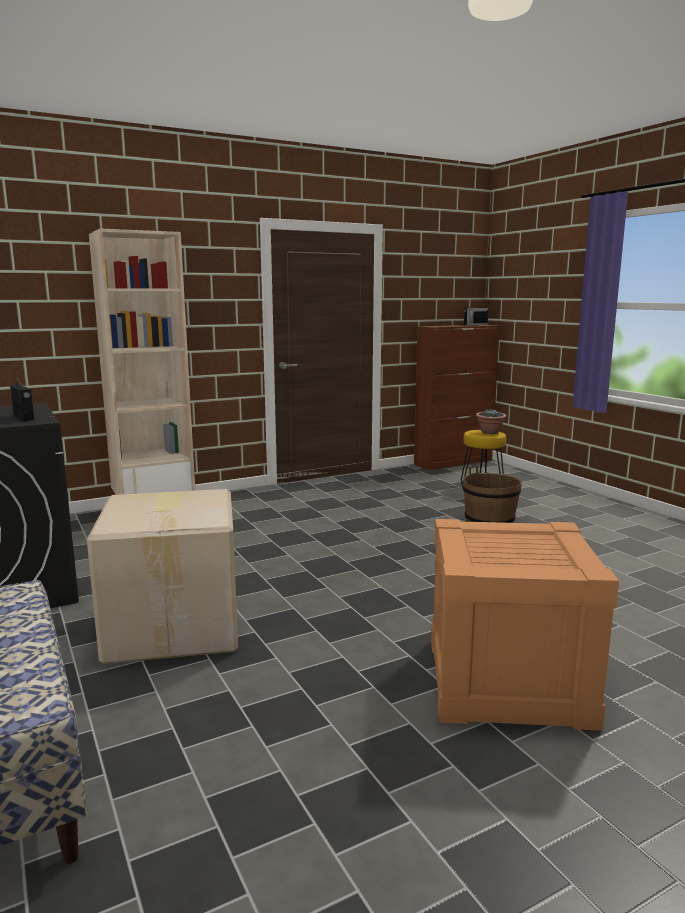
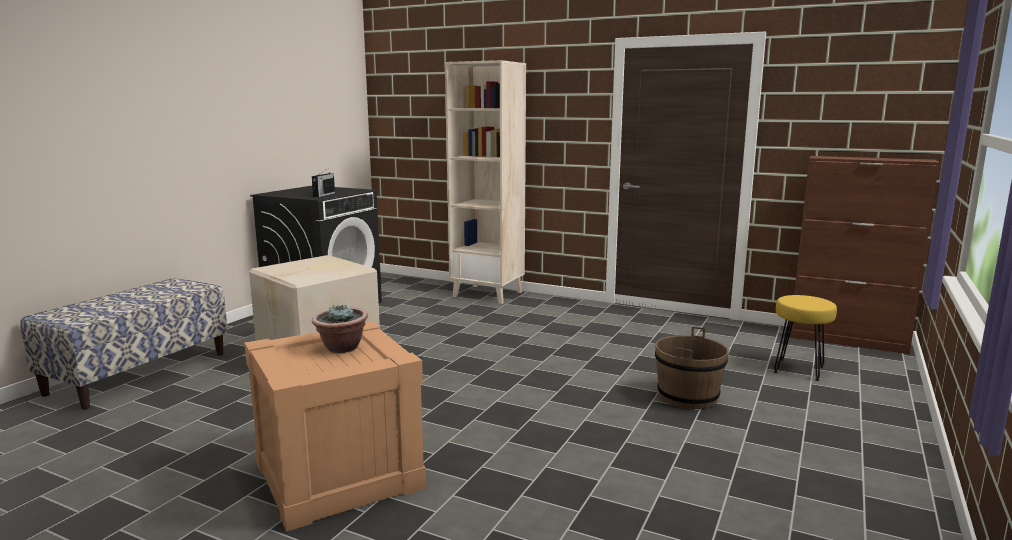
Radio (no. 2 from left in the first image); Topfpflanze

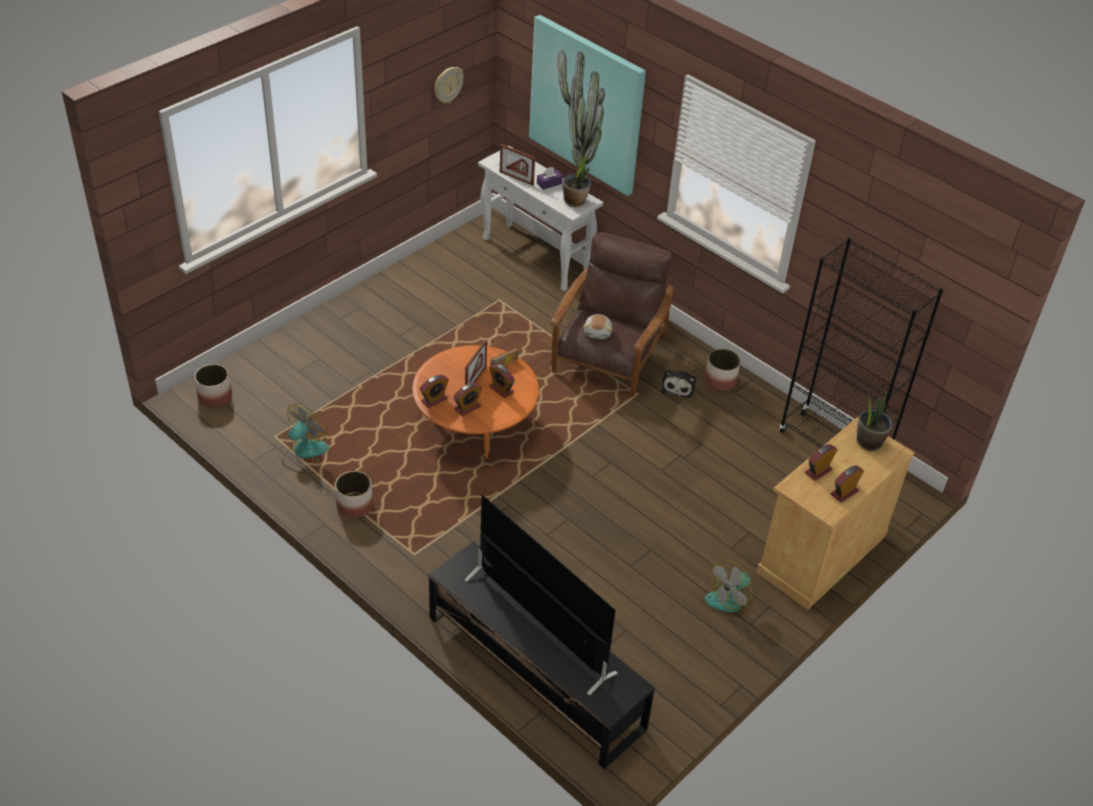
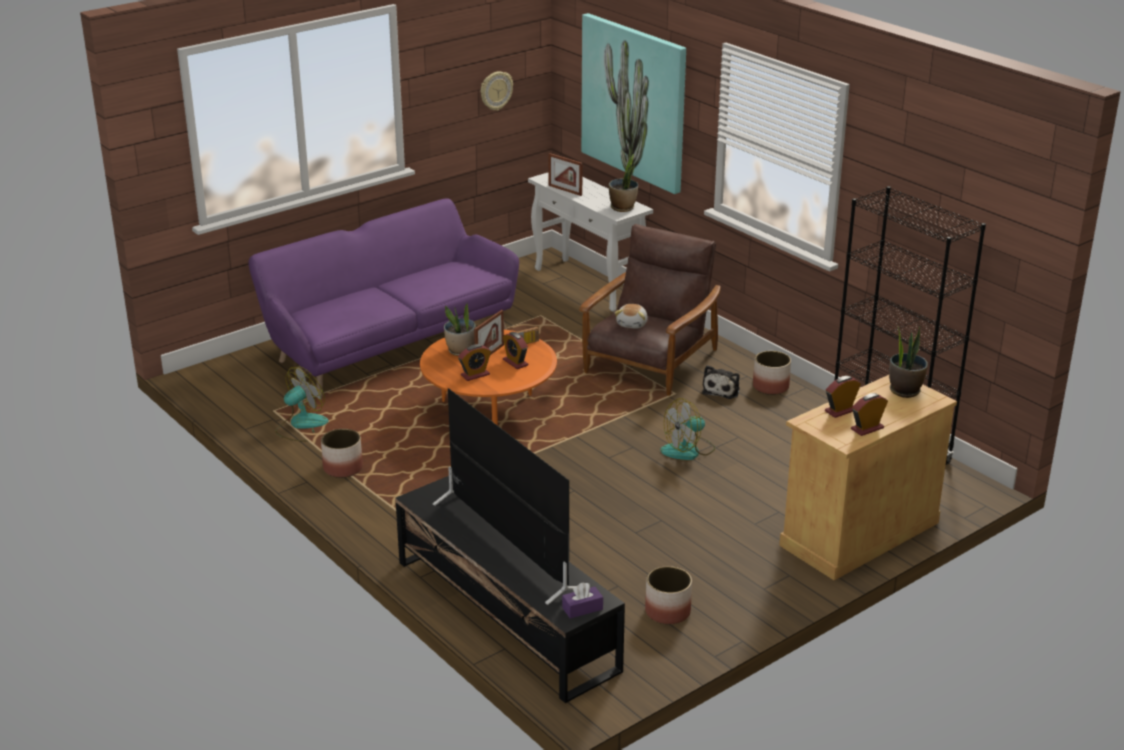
Wecker (no. 1 from left in the first image); Sofa [lila]; Topfpflanze (no. 1 from left); Pflanzkübel (no. 2 from left); Taschentuchbox [lila]; Ventilator (no. 2 from left)

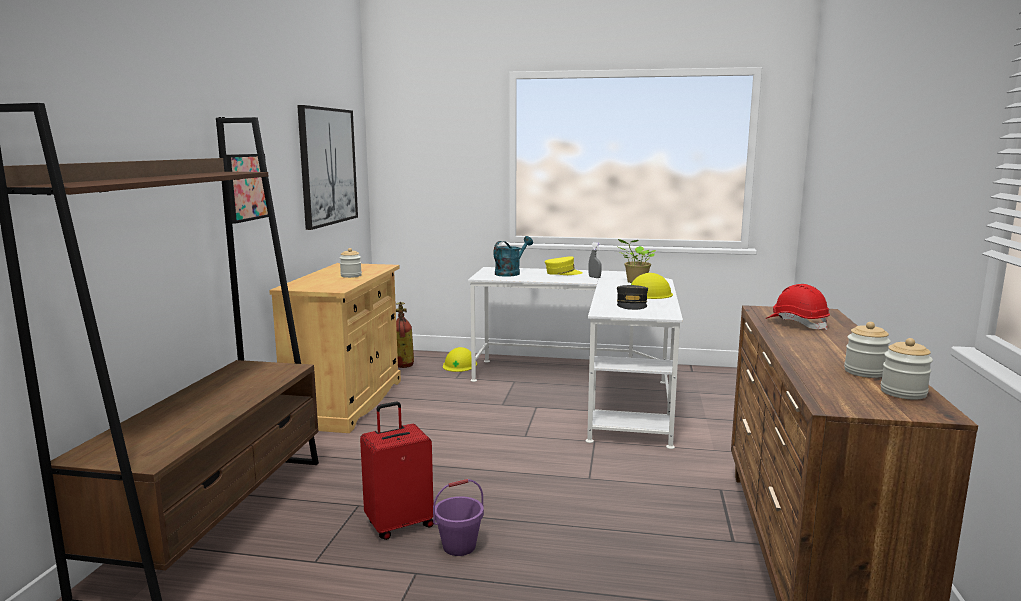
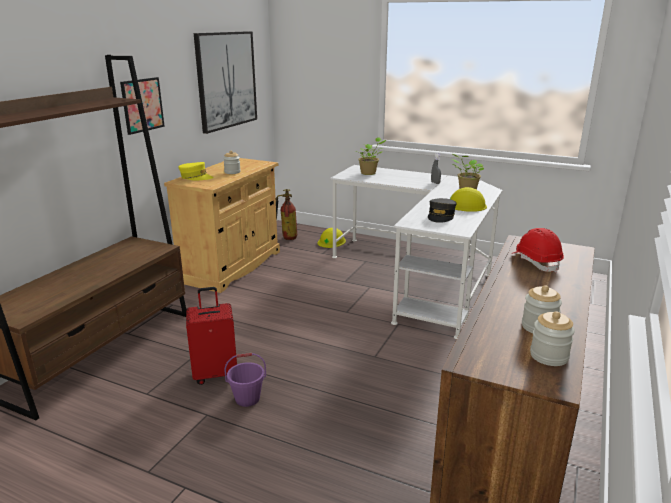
Kappe [gelb]; Topfpflanze (no. 1 from left)

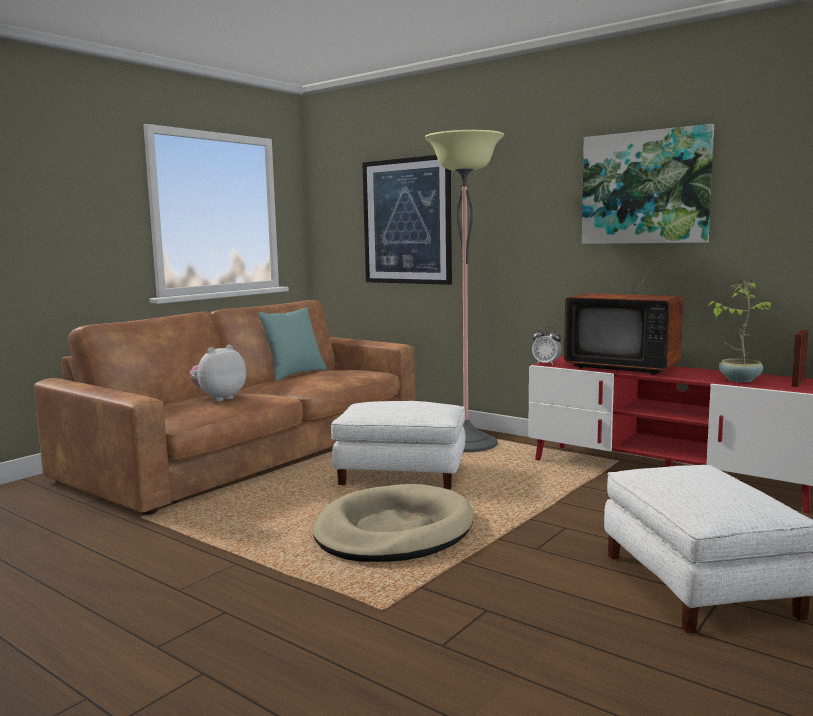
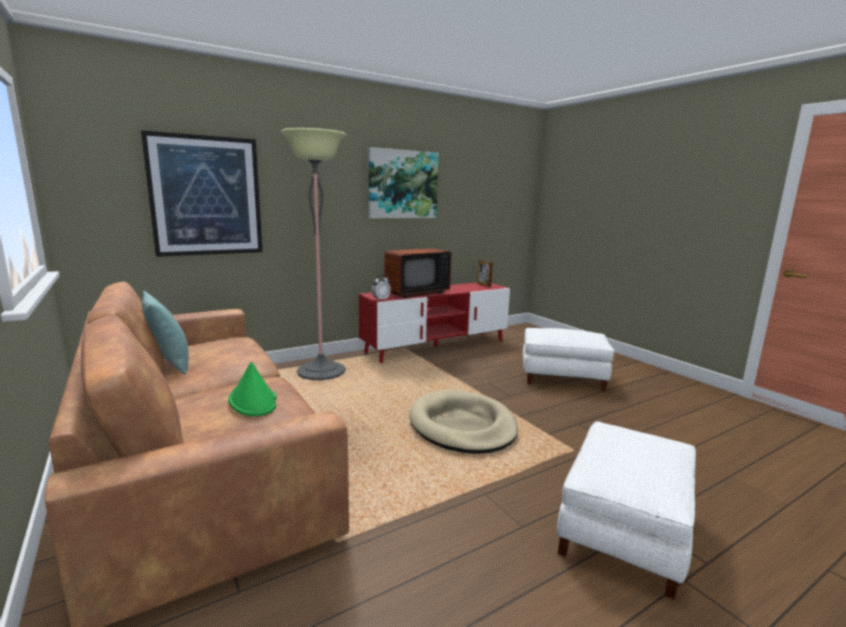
Topfpflanze; Polsterhocker [weiß] (no. 2 from left); Hut [grün]

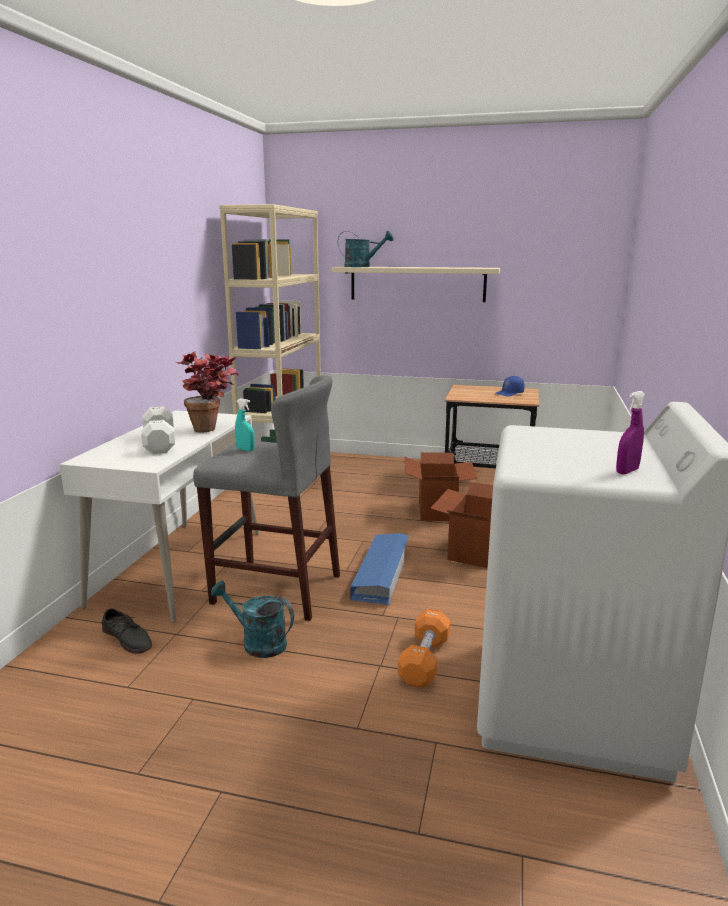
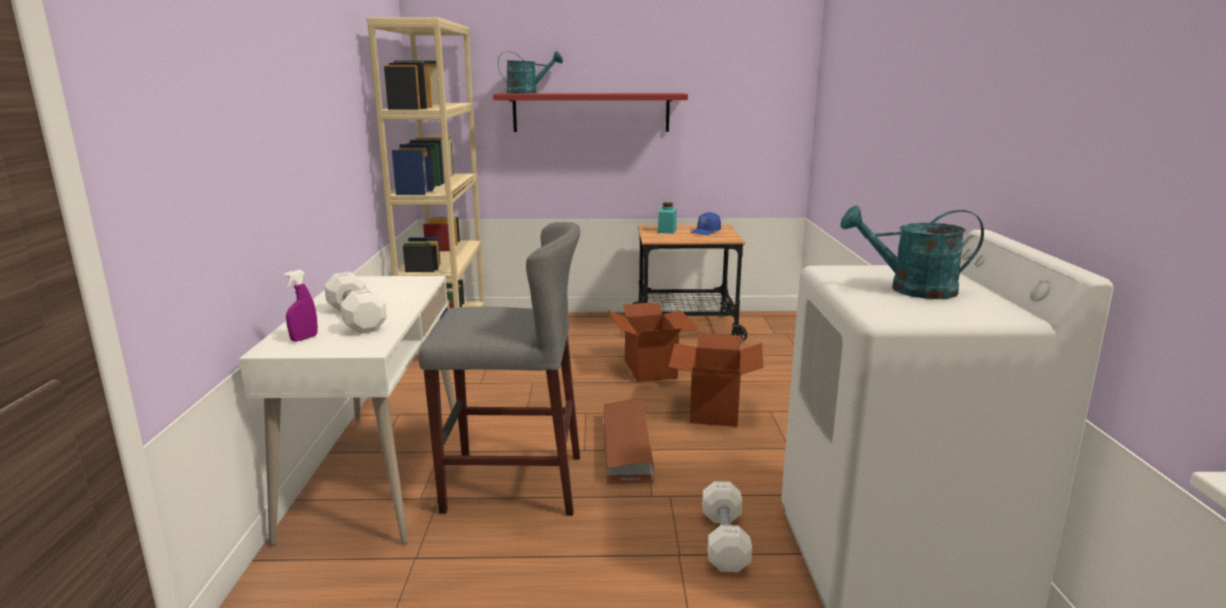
Schuh [grau]; Topfpflanze; Sprühflasche [türkis]; Vorratsglas [türkis]; Gießkanne [türkis] (no. 2 from left); Sprühflasche [lila]; Wandregal [rot]; Aufbewahrungsbox [braun]; Hantel [weiß] (no. 2 from left)

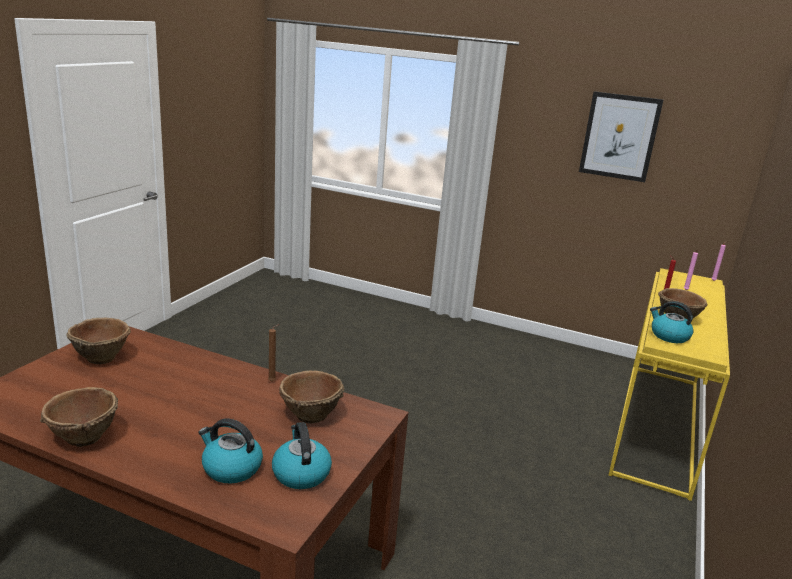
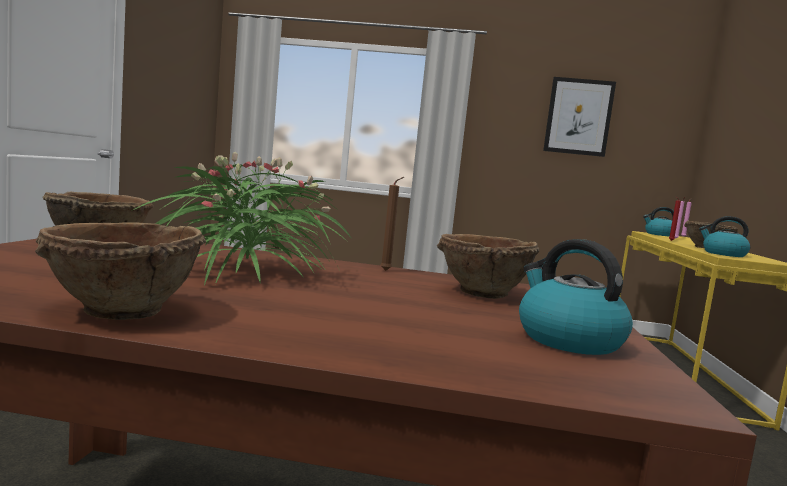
Topfpflanze; Wasserkessel (no. 2 from left)

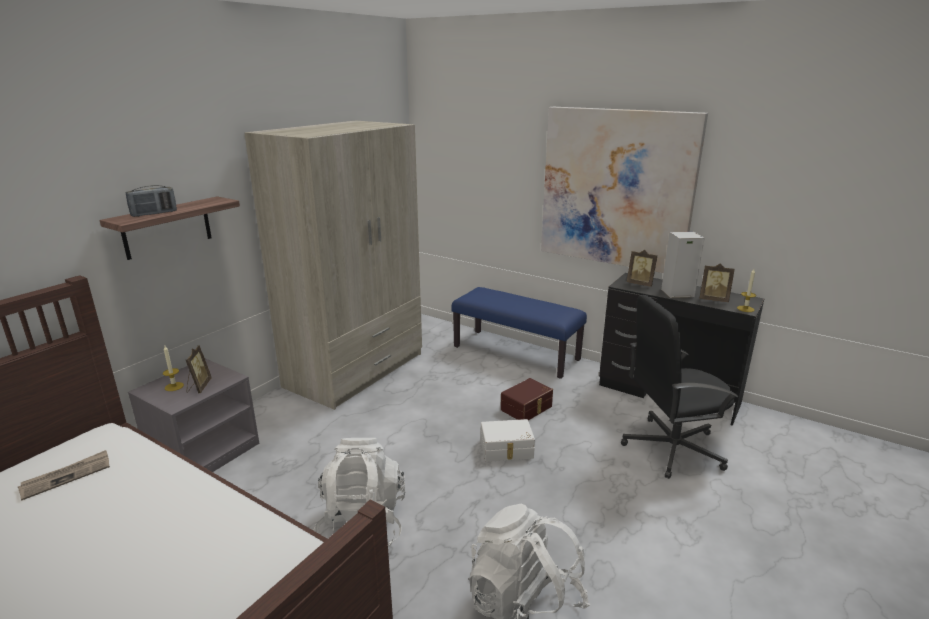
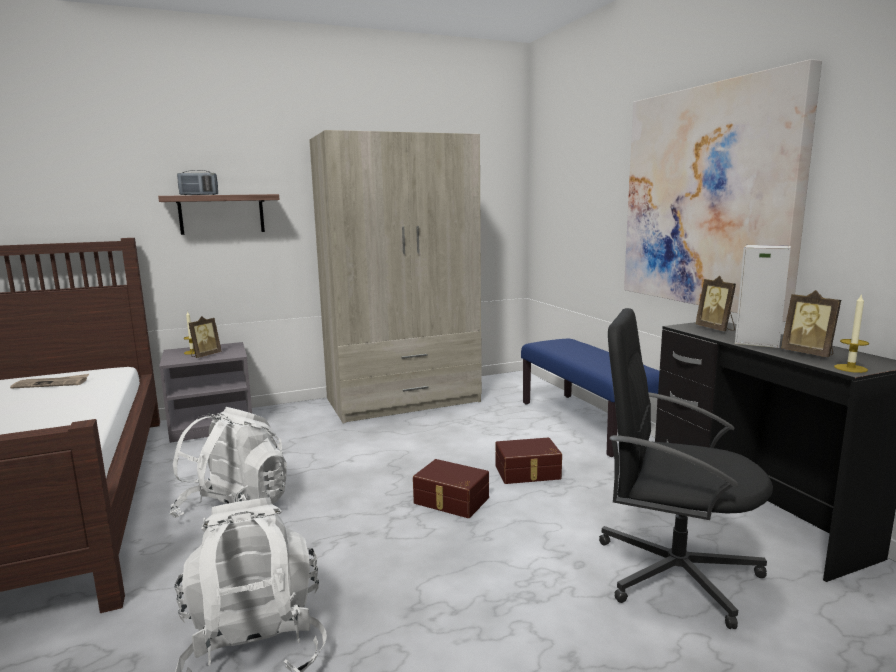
Aufbewahrungsbox [braun] (no. 1 from left)

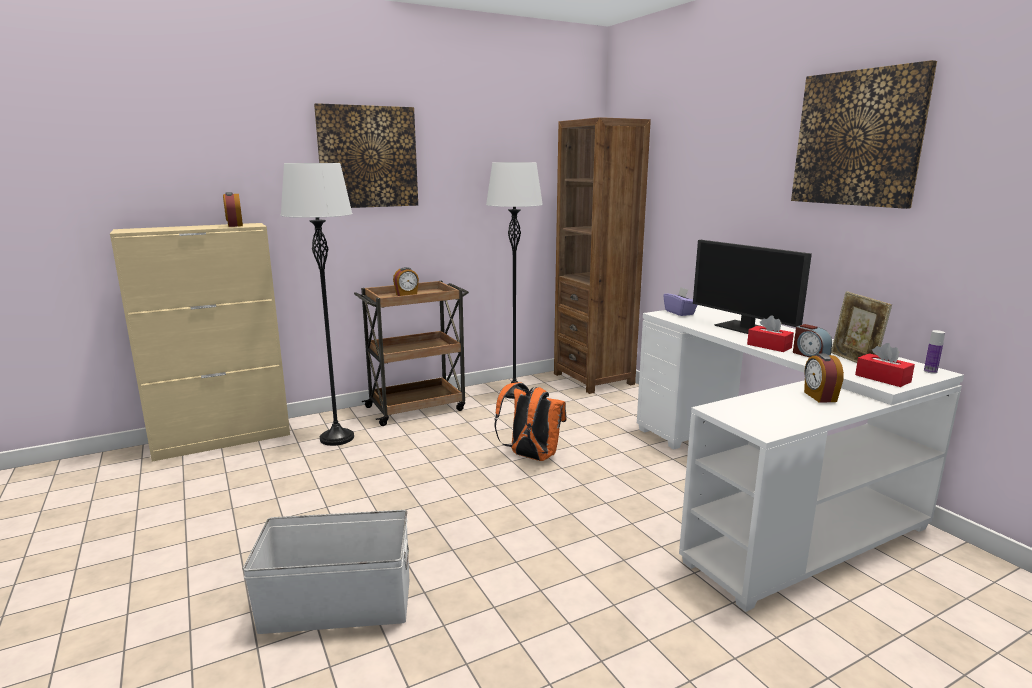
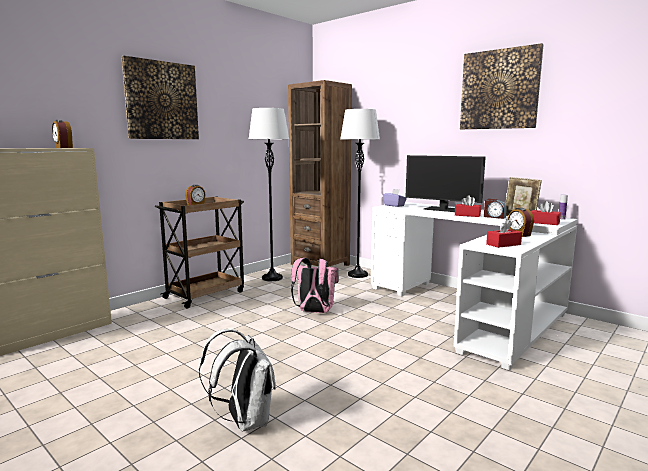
Taschentuchbox [rot] (no. 2 from left); Stehlampe [weiß] (no. 2 from left); Rucksack [weiß]; Rucksack [rosa]

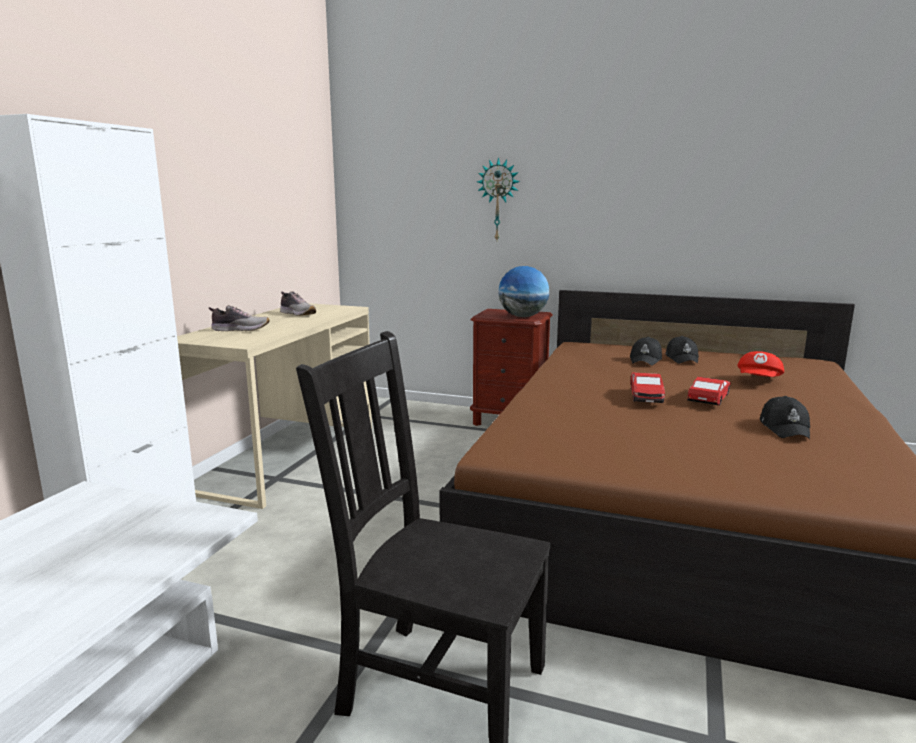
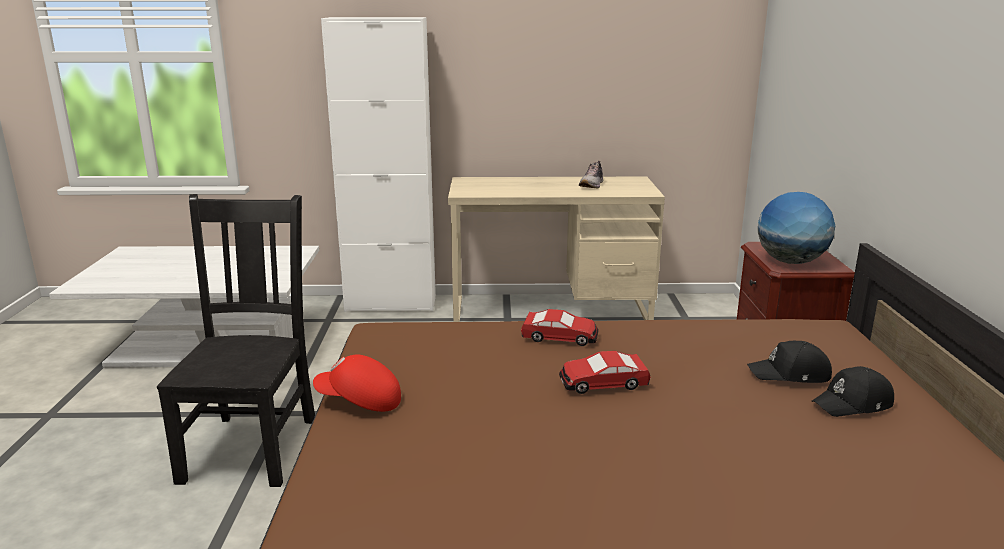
Schuh (no. 1 from left in the first image); Wanduhr; Kappe [schwarz] (no. 3 from left in the first image); Spielzeugauto (no. 1 from left); Kappe [rot]

